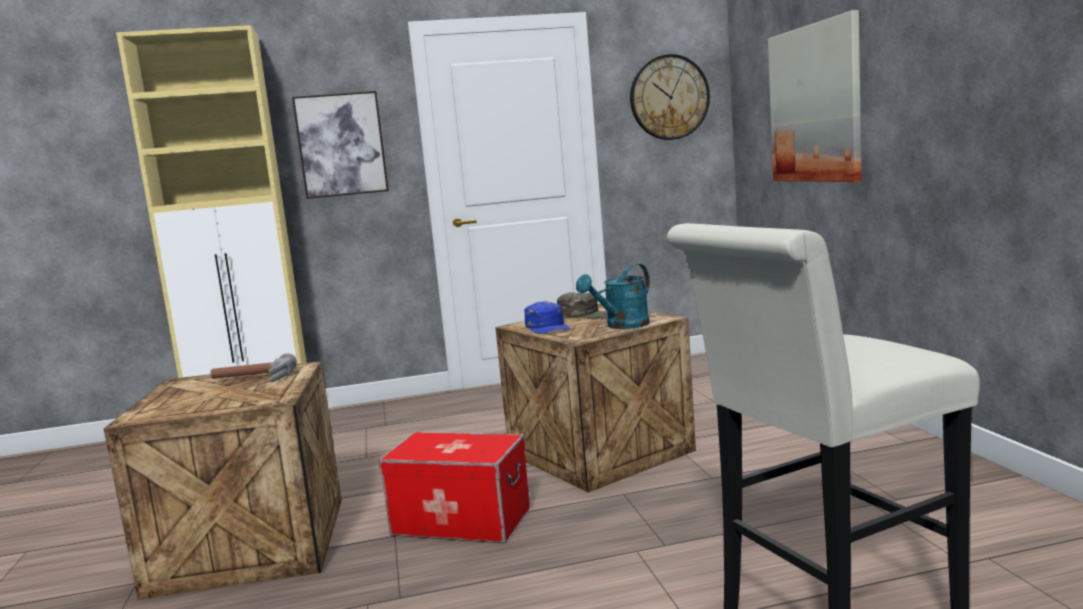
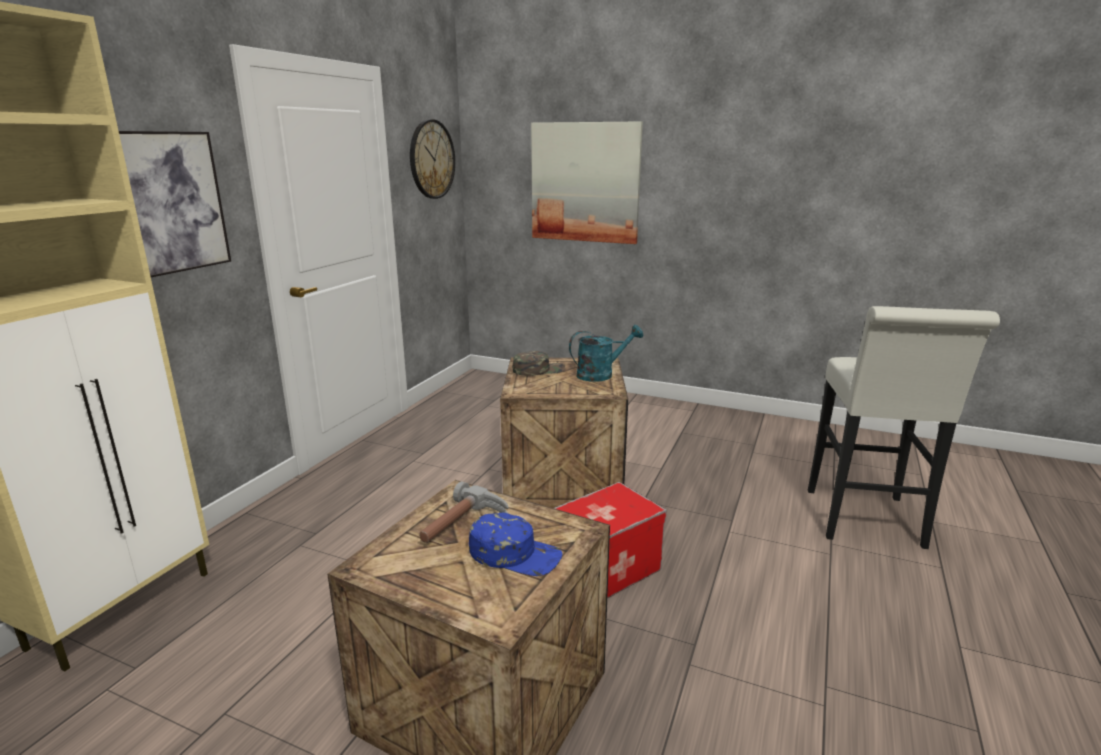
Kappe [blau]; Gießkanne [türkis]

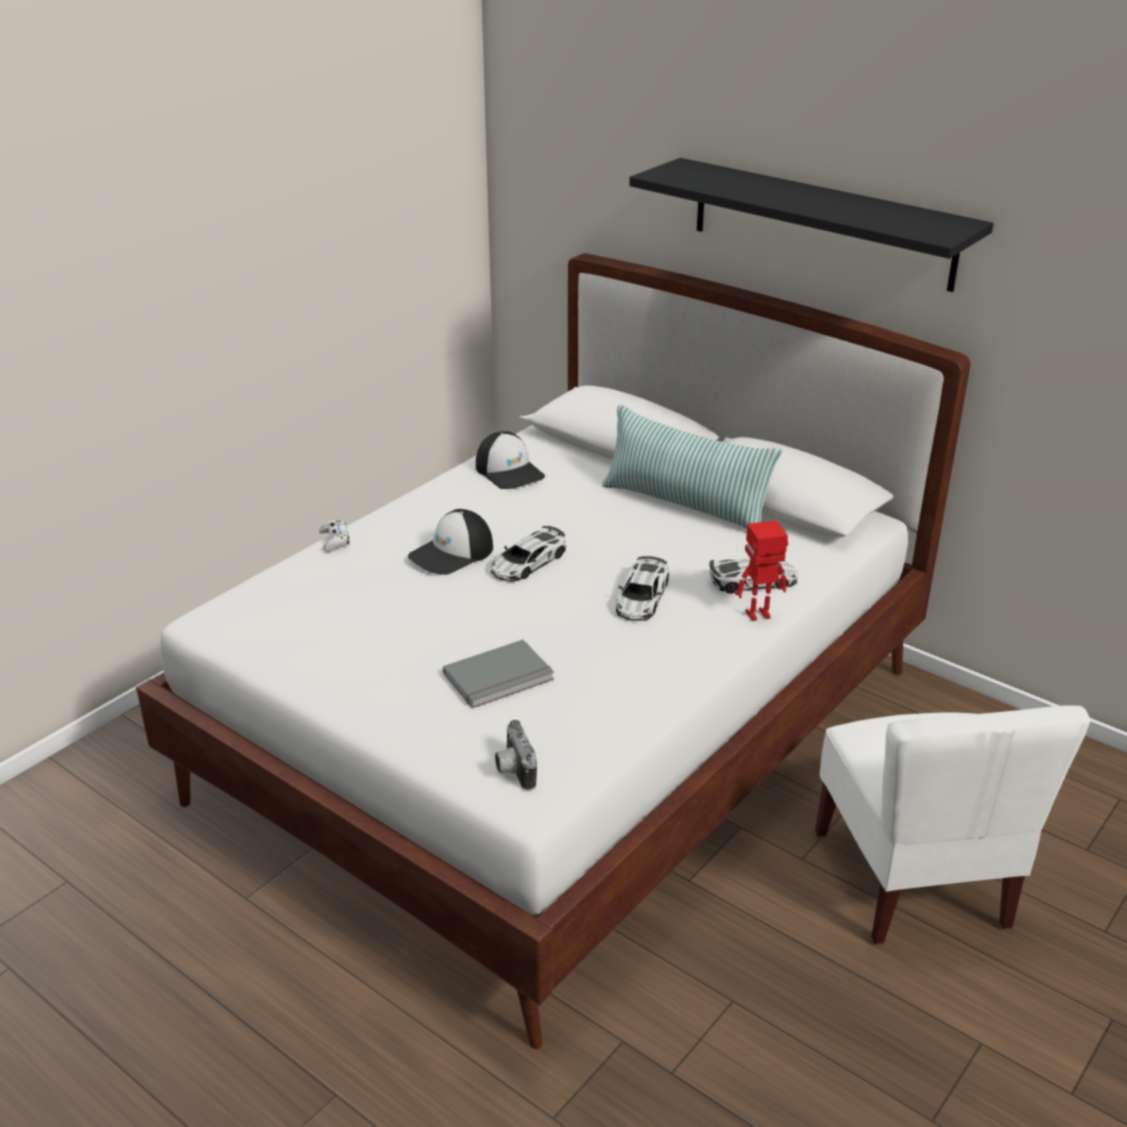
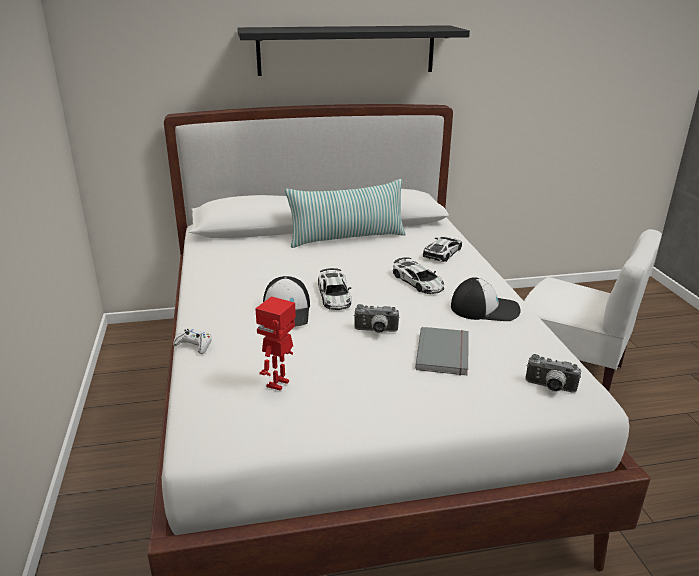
Kamera (no. 1 from left); Kappe (no. 2 from left); Spielzeugroboter

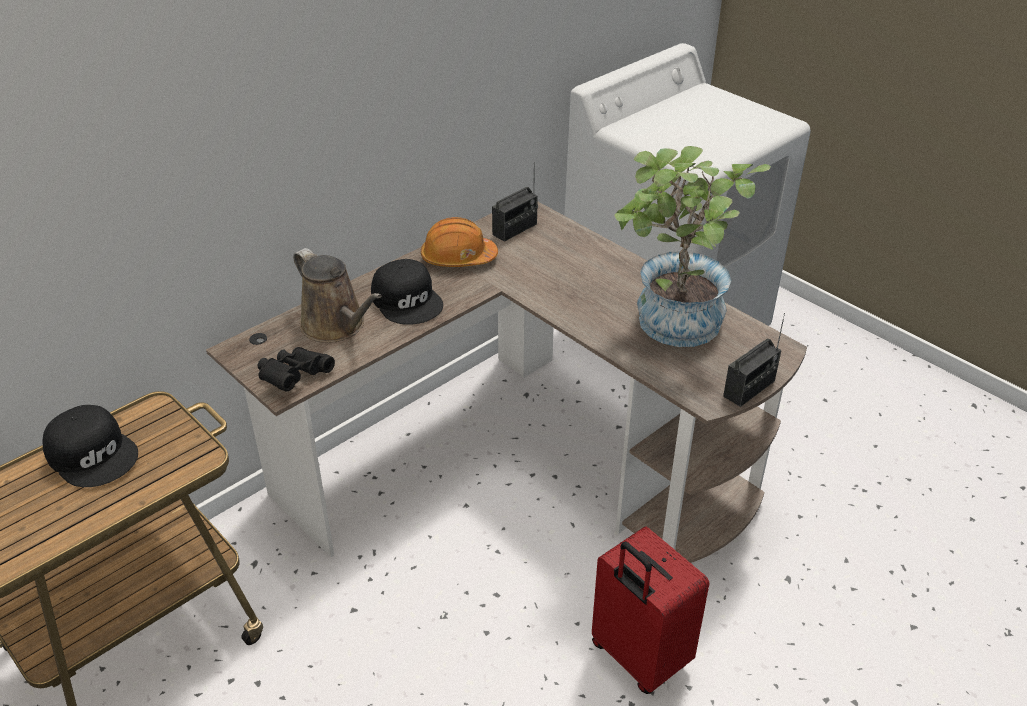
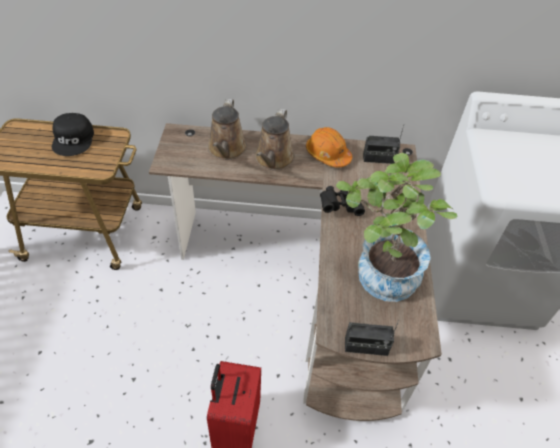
Fernglas [schwarz]; Gießkanne [braun] (no. 2 from left)

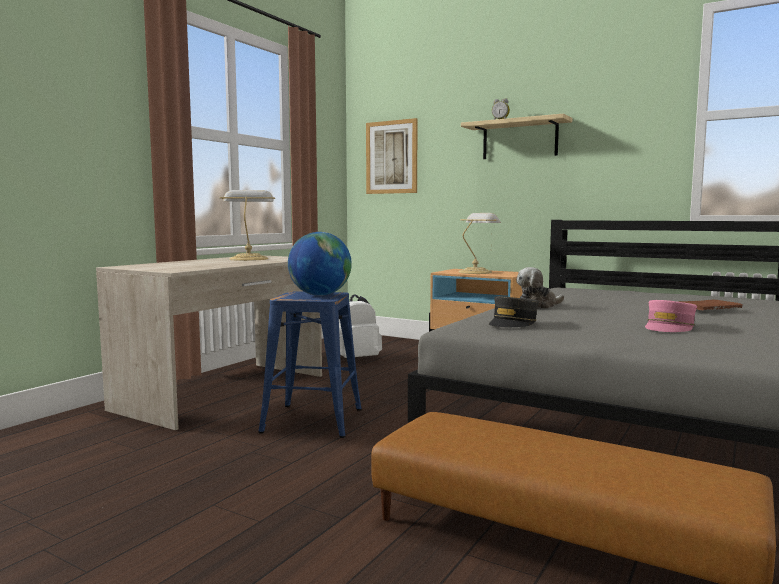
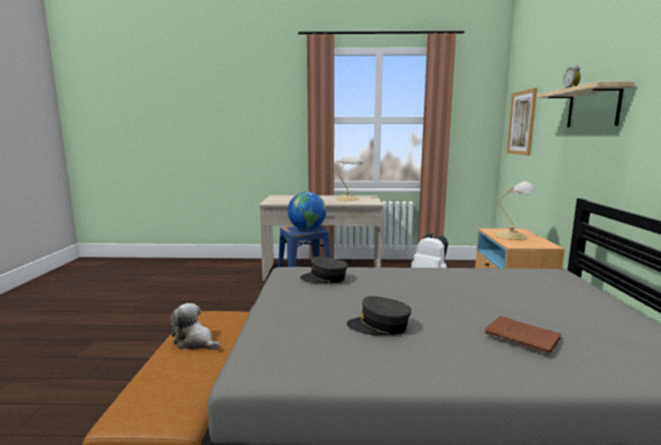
Plüschtier; Kappe [grau] (no. 2 from left)

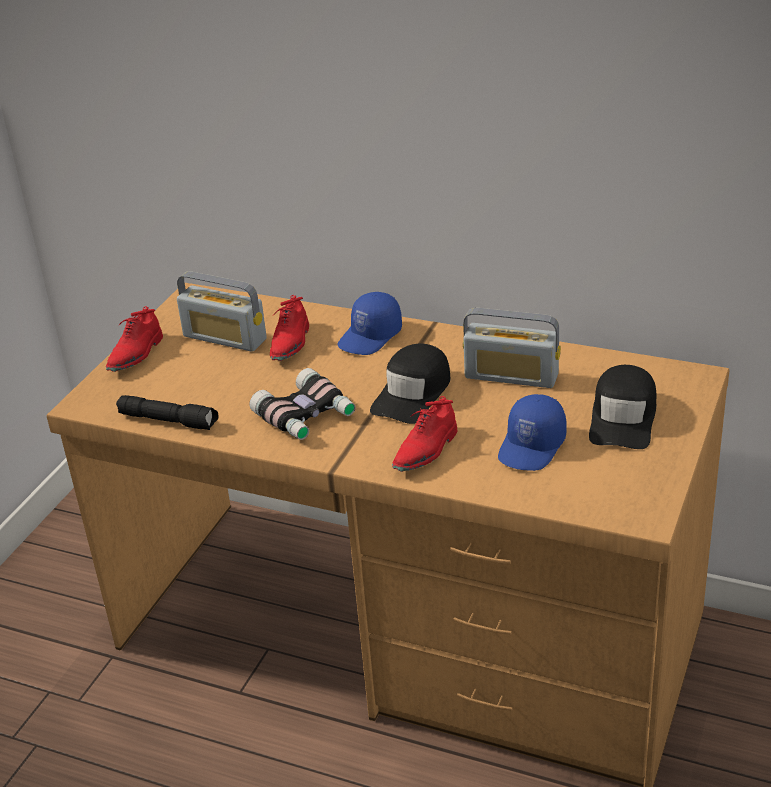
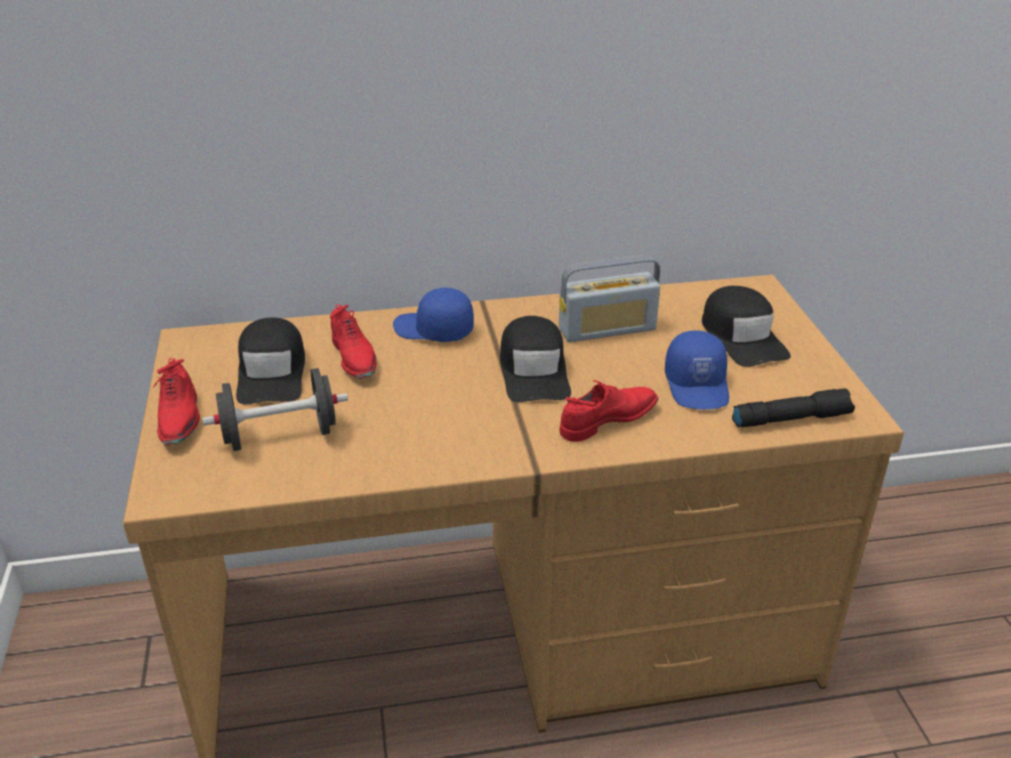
Fernglas; Hantel [schwarz]; Taschenlampe [schwarz]; Kappe [schwarz] (no. 1 from left); Kappe [blau] (no. 1 from left); Schuh [rot] (no. 3 from left)

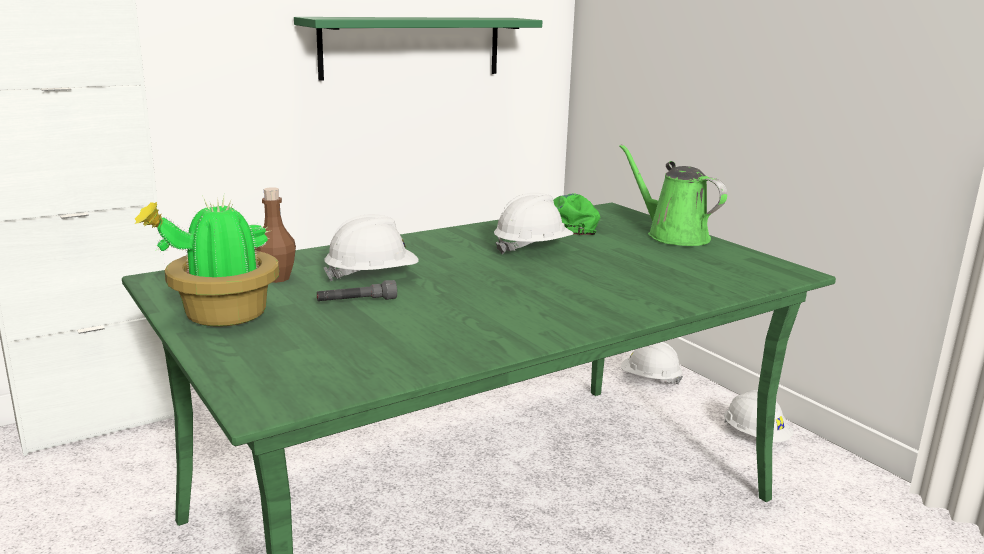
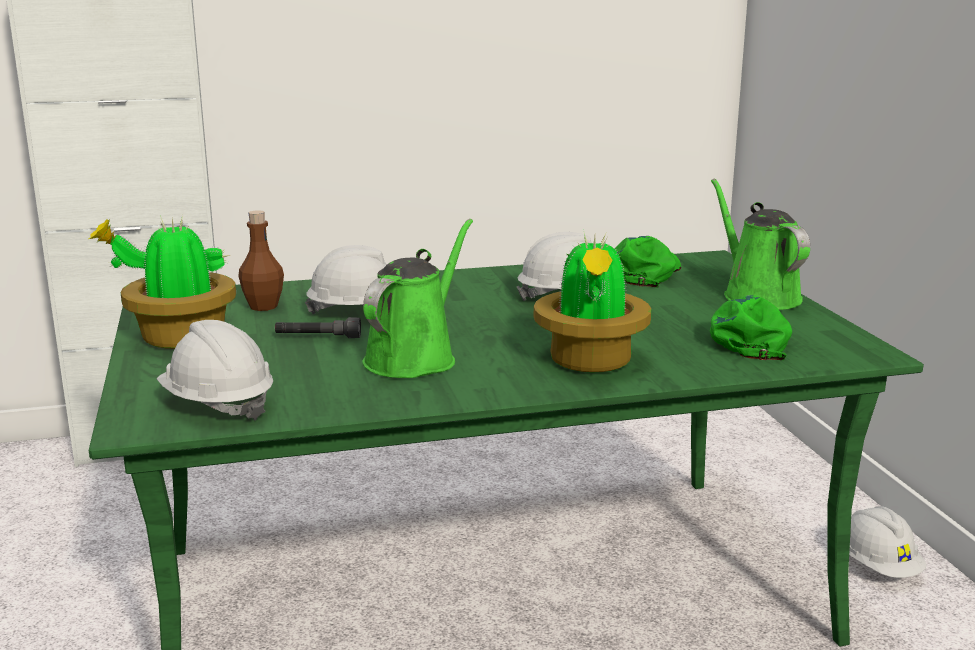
Wandregal [grün]; Gießkanne [grün] (no. 1 from left); Topfpflanze (no. 2 from left); Kappe [grün] (no. 2 from left); Schutzhelm [weiß] (no. 1 from left)

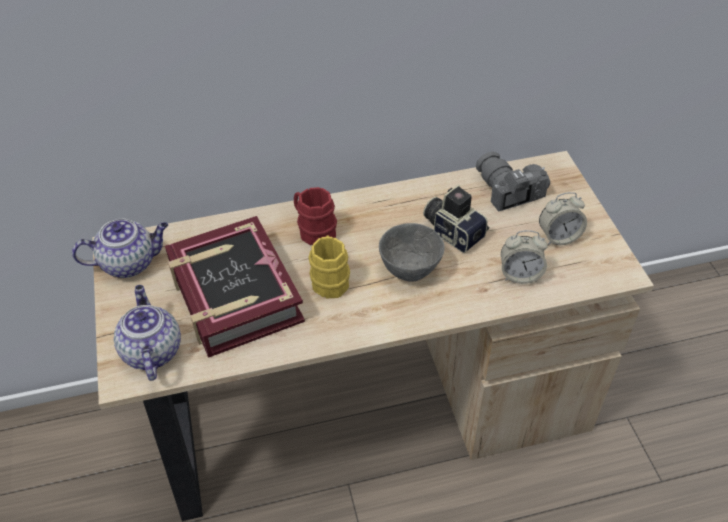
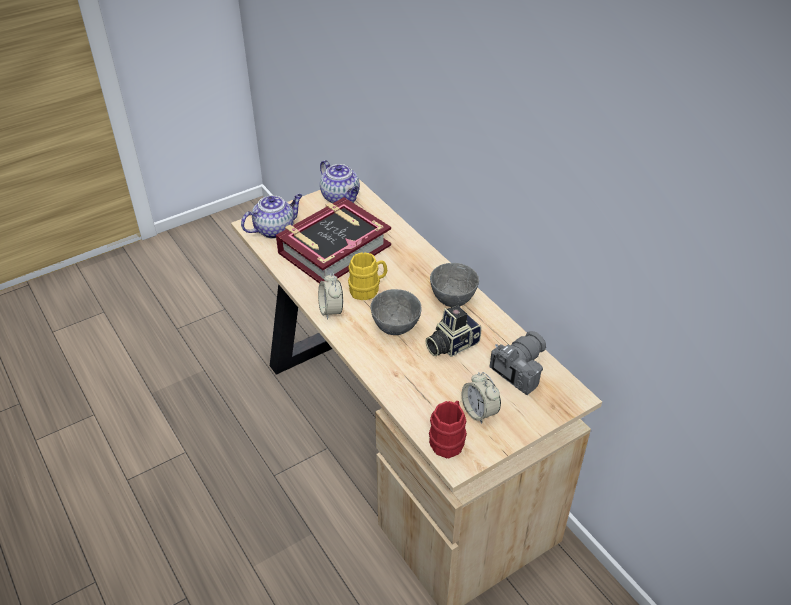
Schüssel [grau] (no. 2 from left); Henkelbecher [rot]; Wecker (no. 1 from left); Kamera (no. 1 from left)

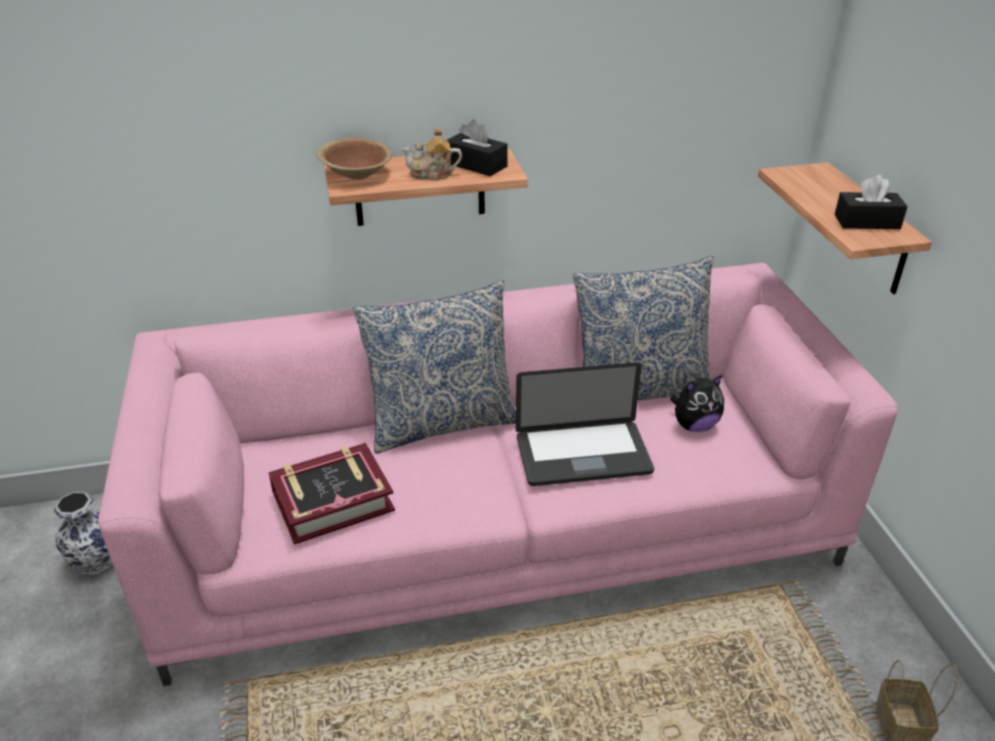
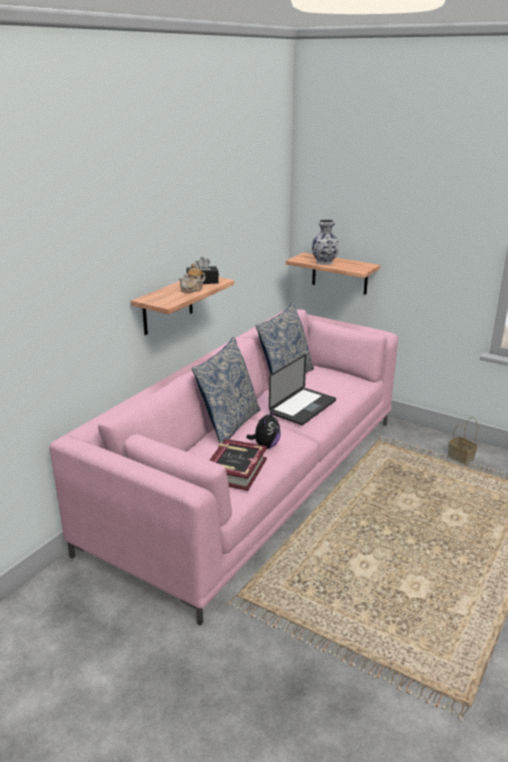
Schüssel [braun]; Taschentuchbox [schwarz] (no. 2 from left in the first image); Vase; Plüschtier

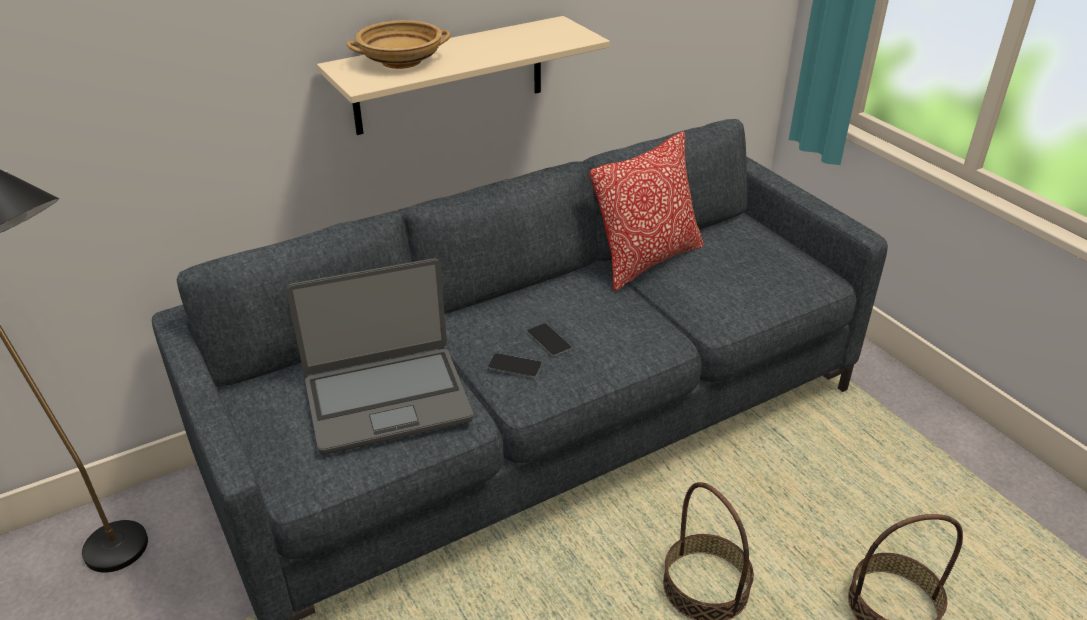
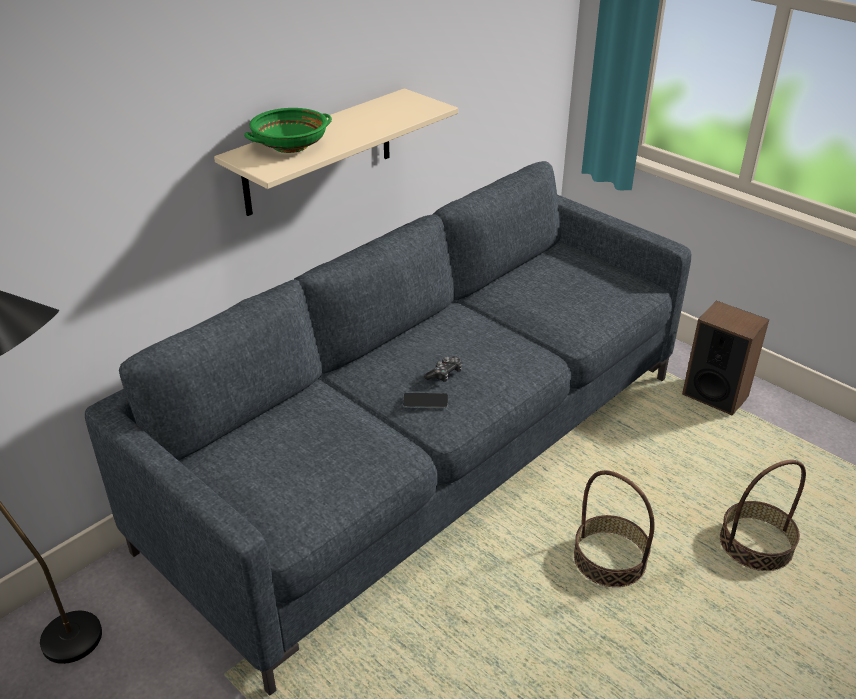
Laptop; Kissen; Lautsprecher; Gamepad; Schüssel [grün]

